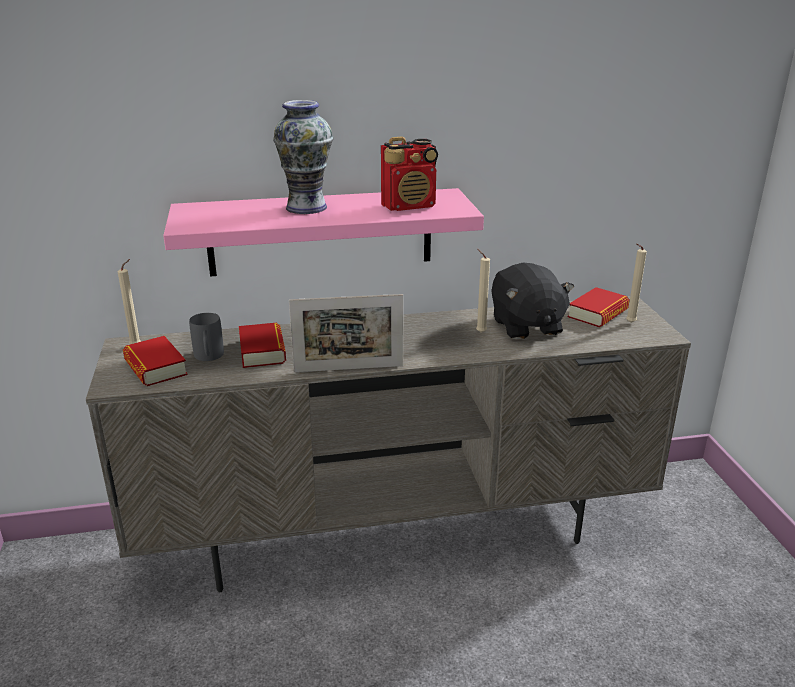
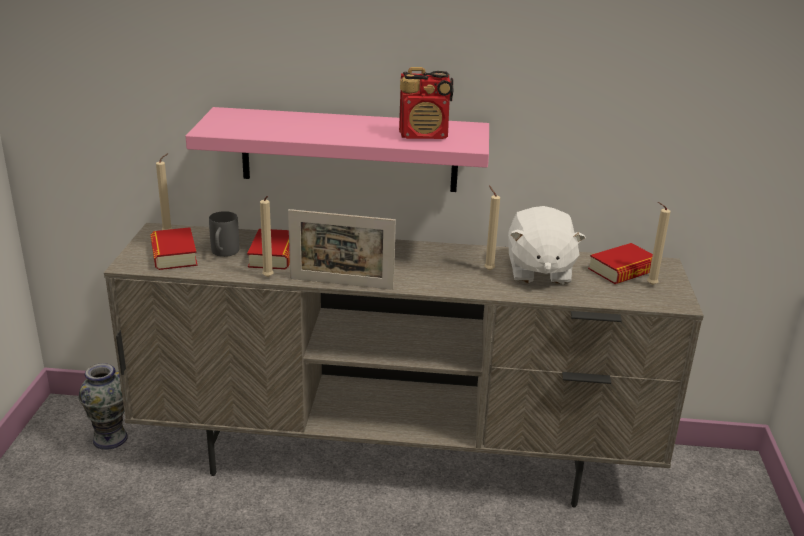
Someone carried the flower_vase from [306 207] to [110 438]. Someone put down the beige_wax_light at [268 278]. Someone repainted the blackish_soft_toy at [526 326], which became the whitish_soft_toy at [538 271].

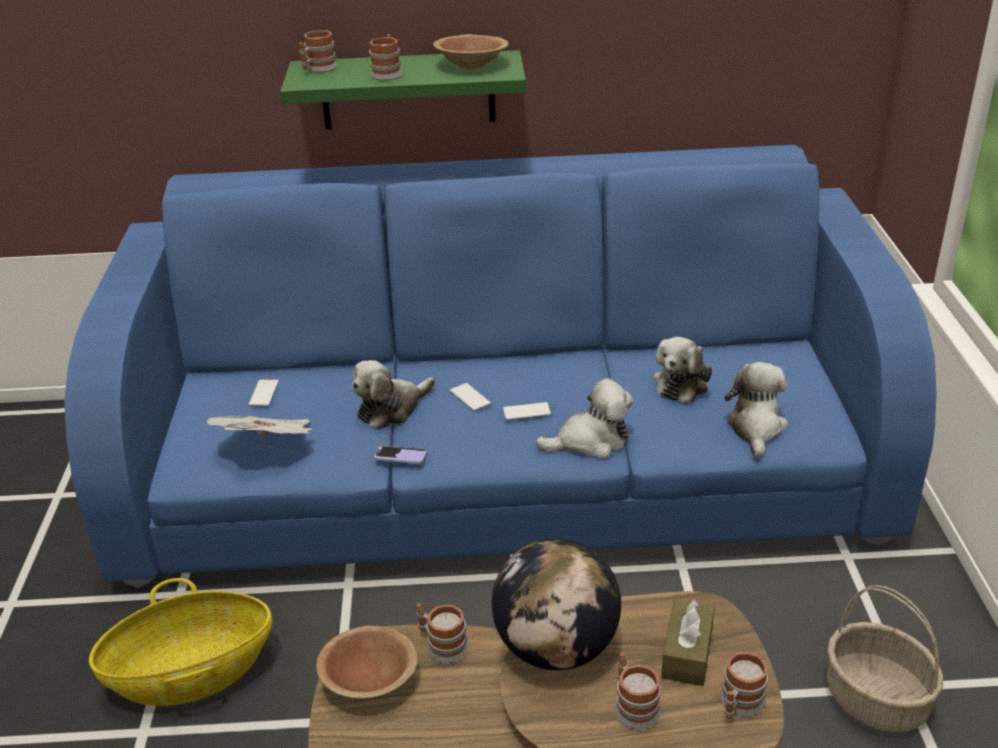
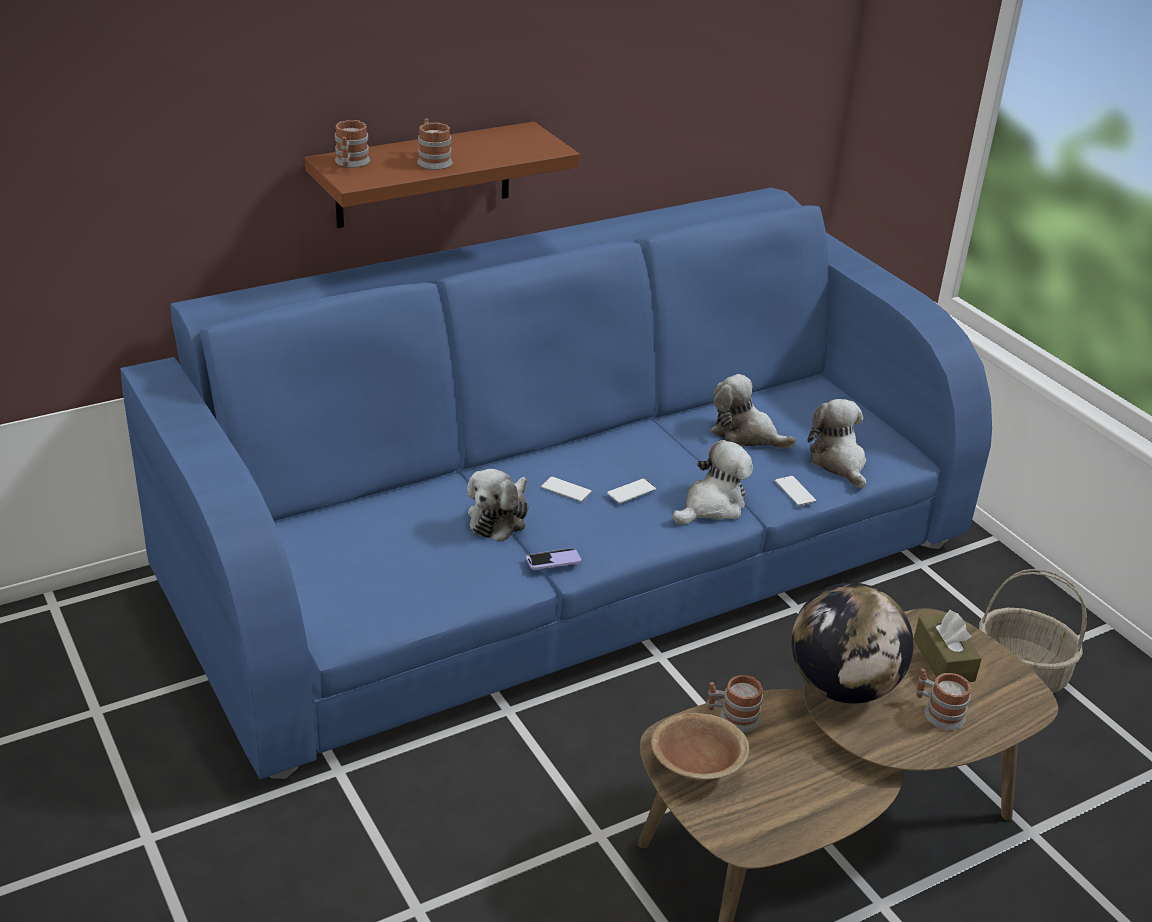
Someone repainted the green-coloured_bracket_shelf at [408 90], which became the brown_bracket_shelf at [424 175]. Someone rotated the soft_toy at [682 383] by 120 degrees clockwise. Someone carried the telephone from [264 393] to [795 491]. Someone took away the basket at [192 673]. Someone took away the printed_paper at [269 446]. Someone took away the brown_bowl at [471 65]. Someone took away the coffee_mug at [739 704].

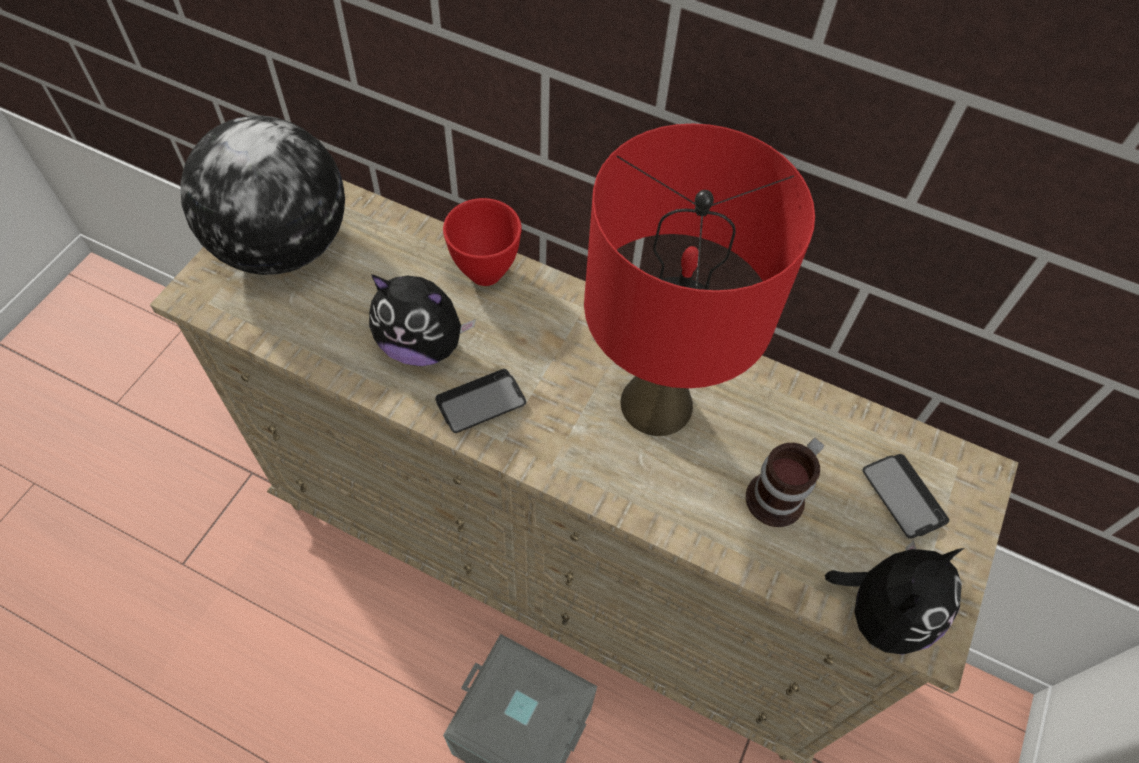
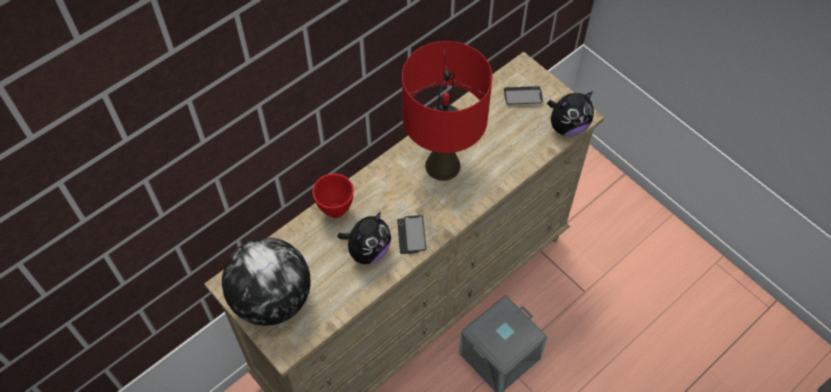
Someone rotated the soft_toy at [881 613] by 90 degrees clockwise. Someone took away the coffee_mug at [781 497].

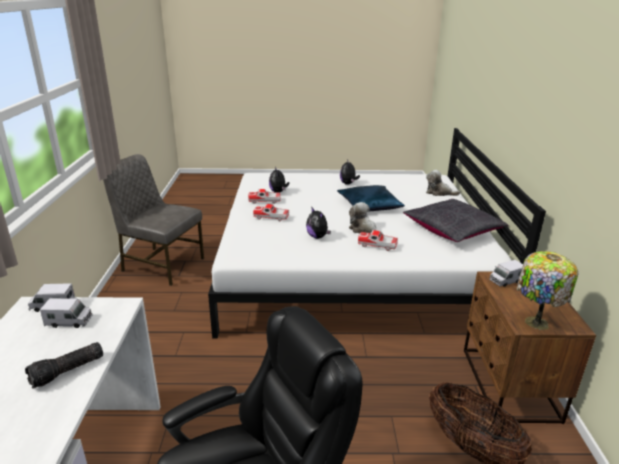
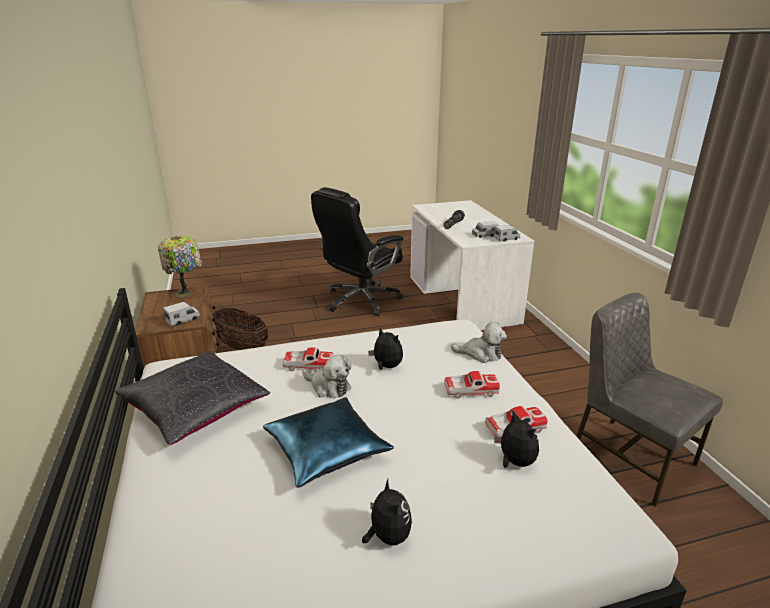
Someone carried the soft_toy from [439 193] to [481 354]. Someone rotated the grey_upright_chair at [161 265] by 135 degrees counterclockwise.

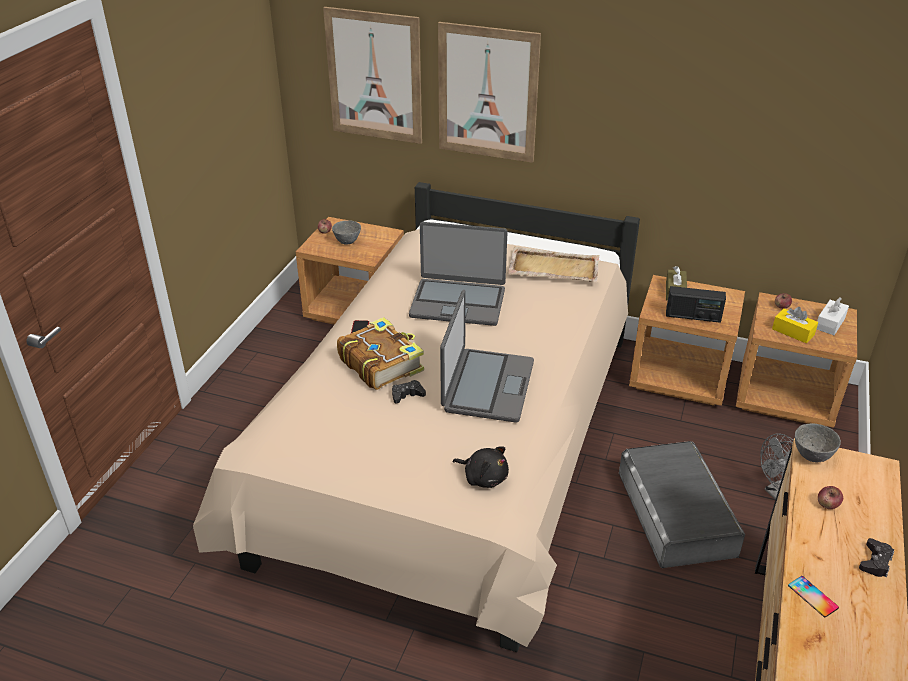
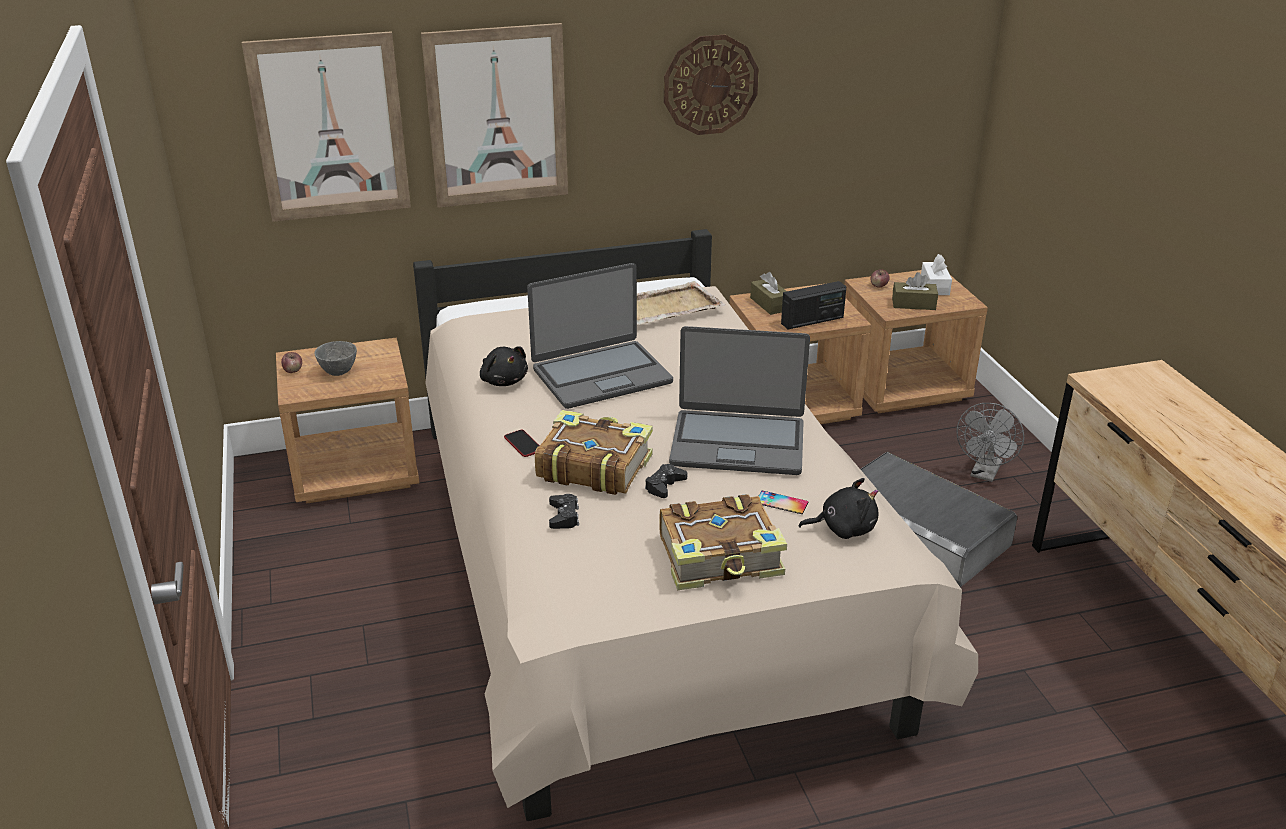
Someone put down the blackish_soft_toy at [503 380]. Someone carried the blackish_joypad from [875 562] to [564 516]. Someone put down the bound_book at [721 558]. Someone put up the hanging_clock at [710 85]. Someone rotated the notebook_computer at [487 386] by 120 degrees clockwise. Someone carried the telephone from [813 596] to [781 503]. Someone repainted the yellowish_tissue_box at [793 332], which became the brown_tissue_box at [913 304]. Someone took away the grey_bowl at [812 457]. Someone took away the apple at [827 505].

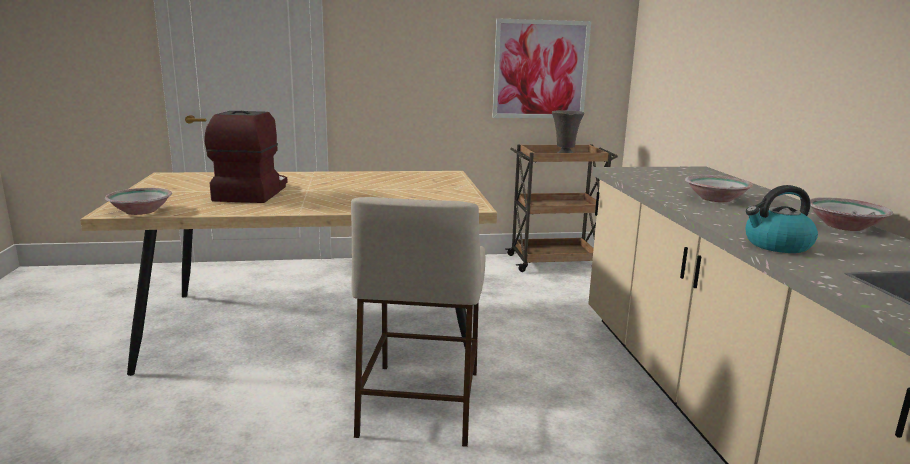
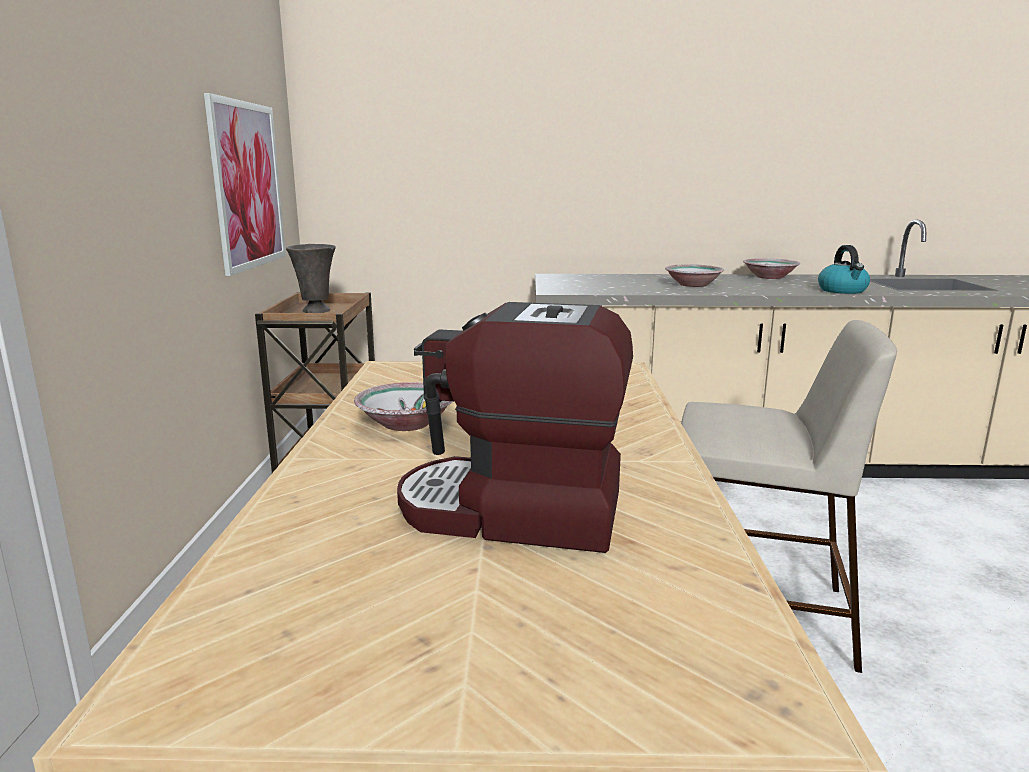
Someone carried the bowl from [140 211] to [405 424].

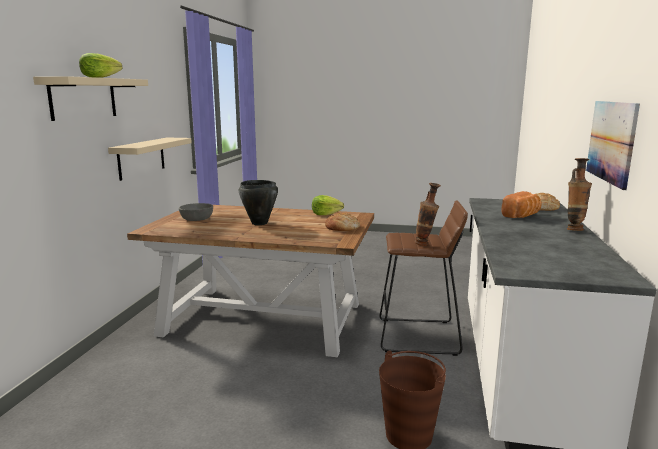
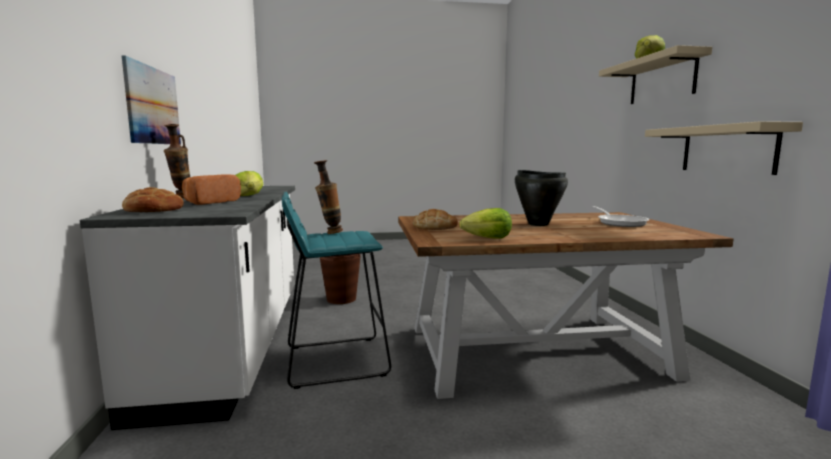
Someone put down the lettuce_head at [249 196]. Someone repainted the brown_sitting_stool at [419 336], which became the blue-green_sitting_stool at [335 360]. Someone swapped the grey_bowl at [196 219] for the pan at [620 223].

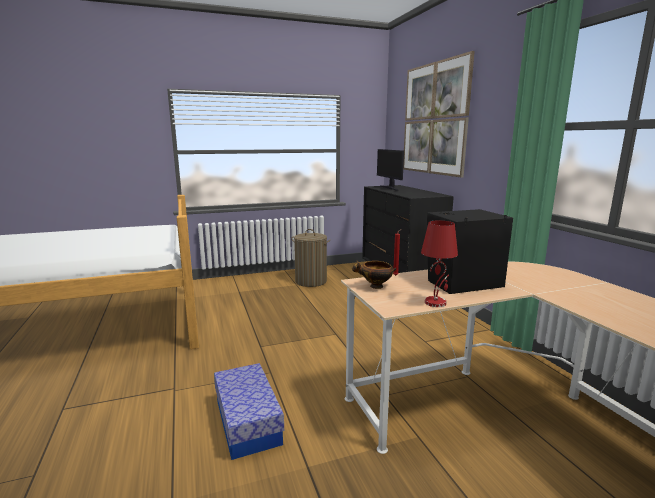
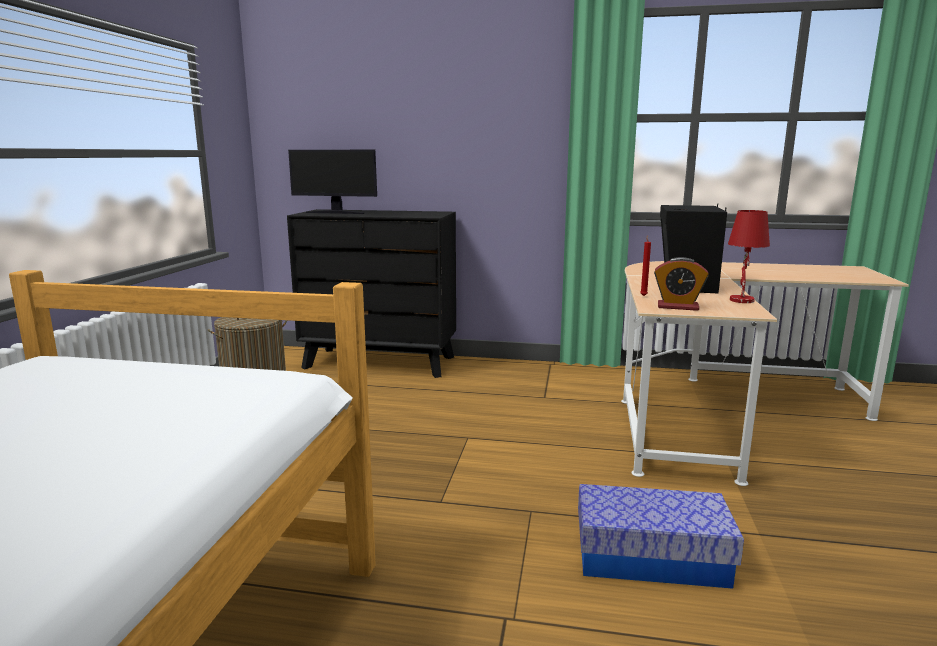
Someone swapped the bowl at [375 287] for the alarm_clock at [677 307]. Someone took away the picture at [434 119].

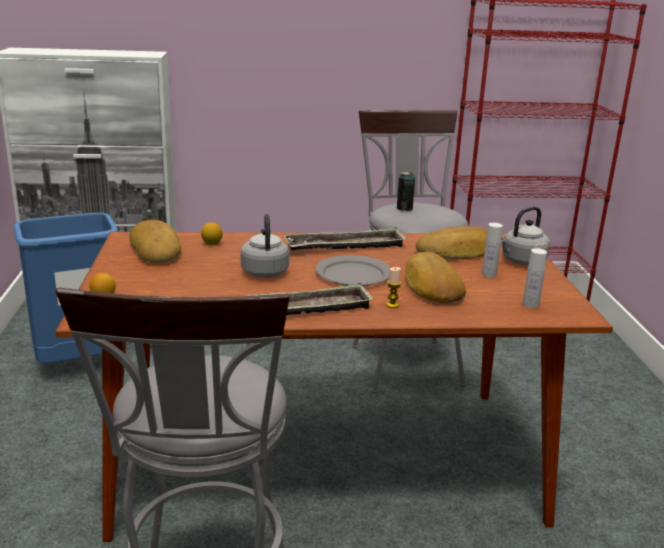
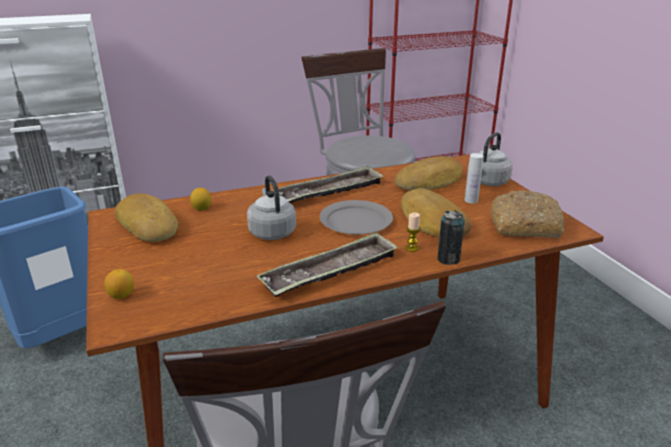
Someone carried the can from [404 208] to [448 259]. Someone swapped the whitish_drink_bottle at [530 304] for the bakery_bread at [525 225].

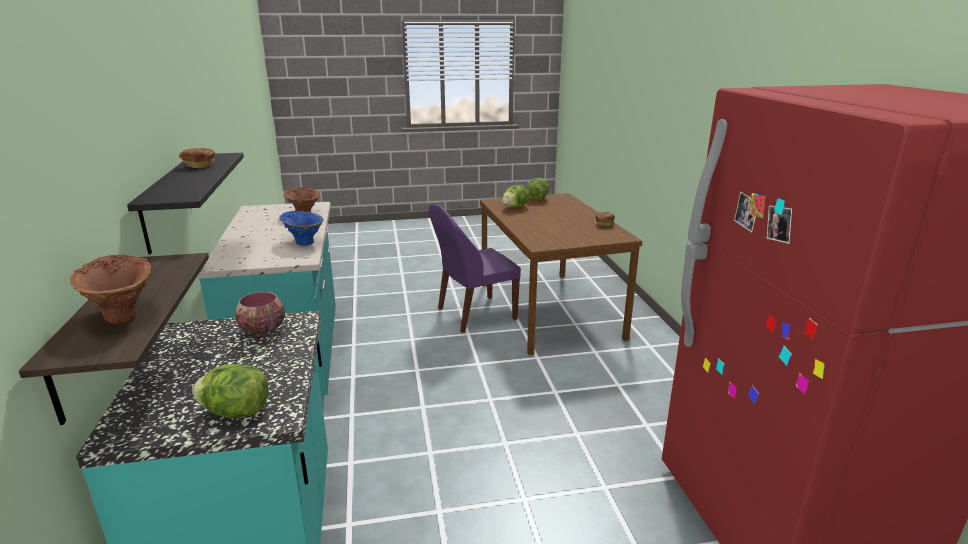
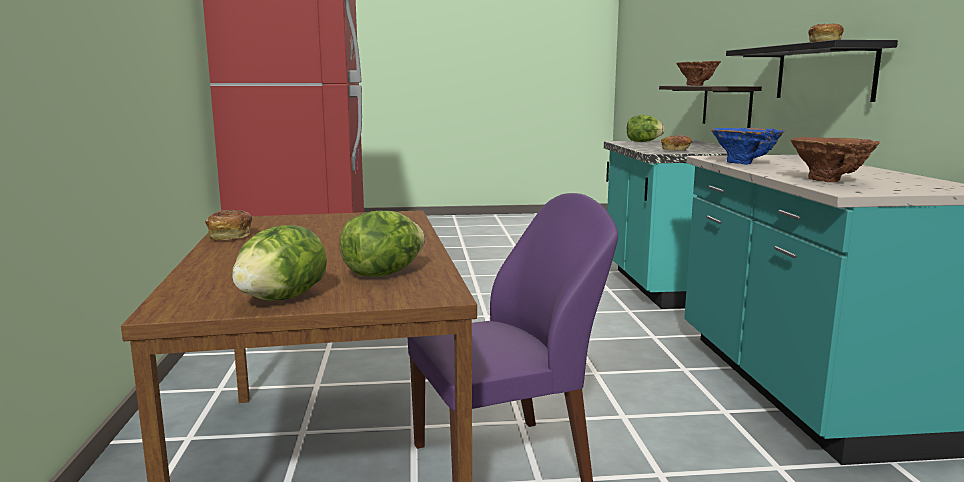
Someone swapped the bowl at [261 331] for the bakery_bread at [676 150].

